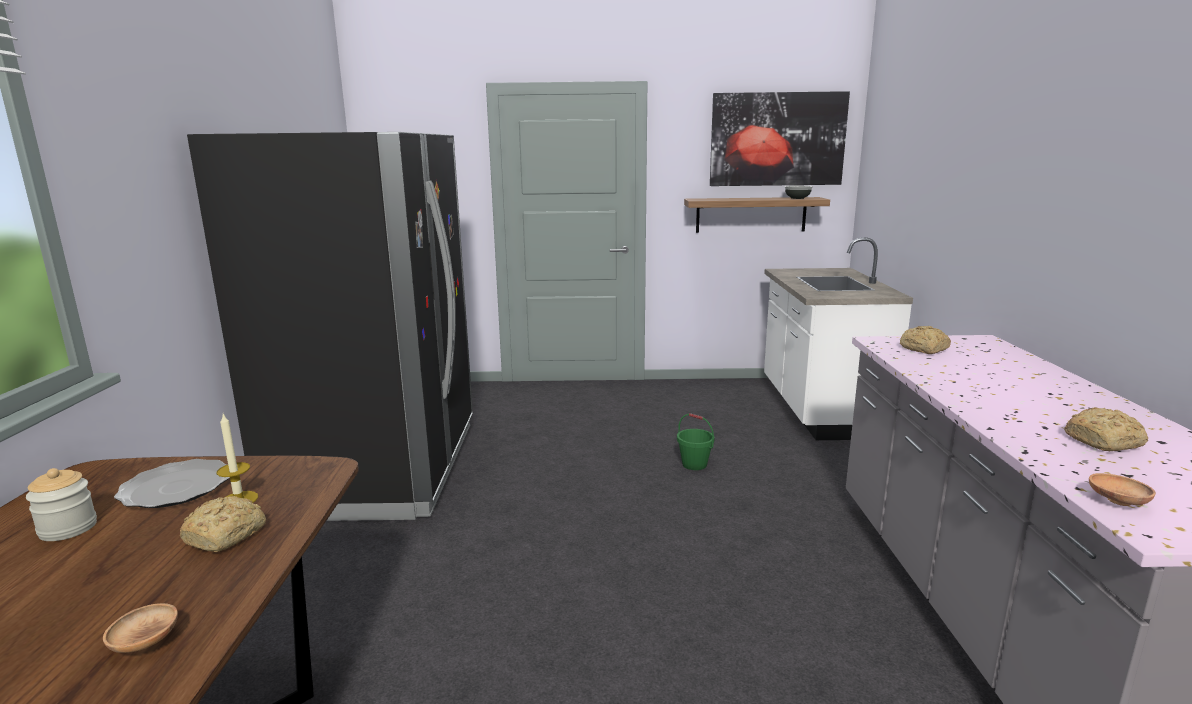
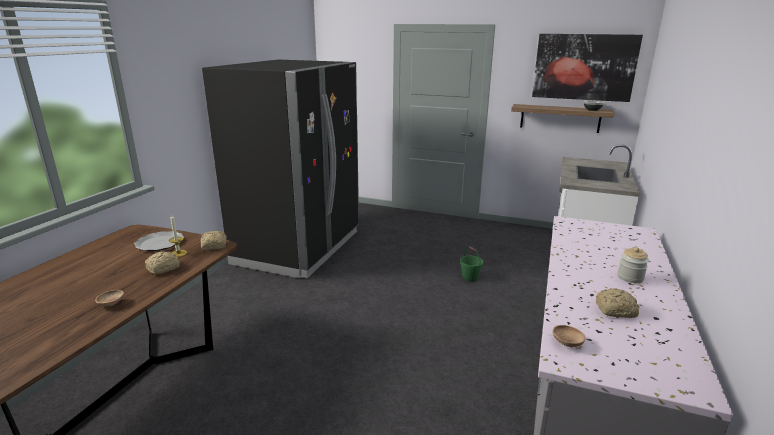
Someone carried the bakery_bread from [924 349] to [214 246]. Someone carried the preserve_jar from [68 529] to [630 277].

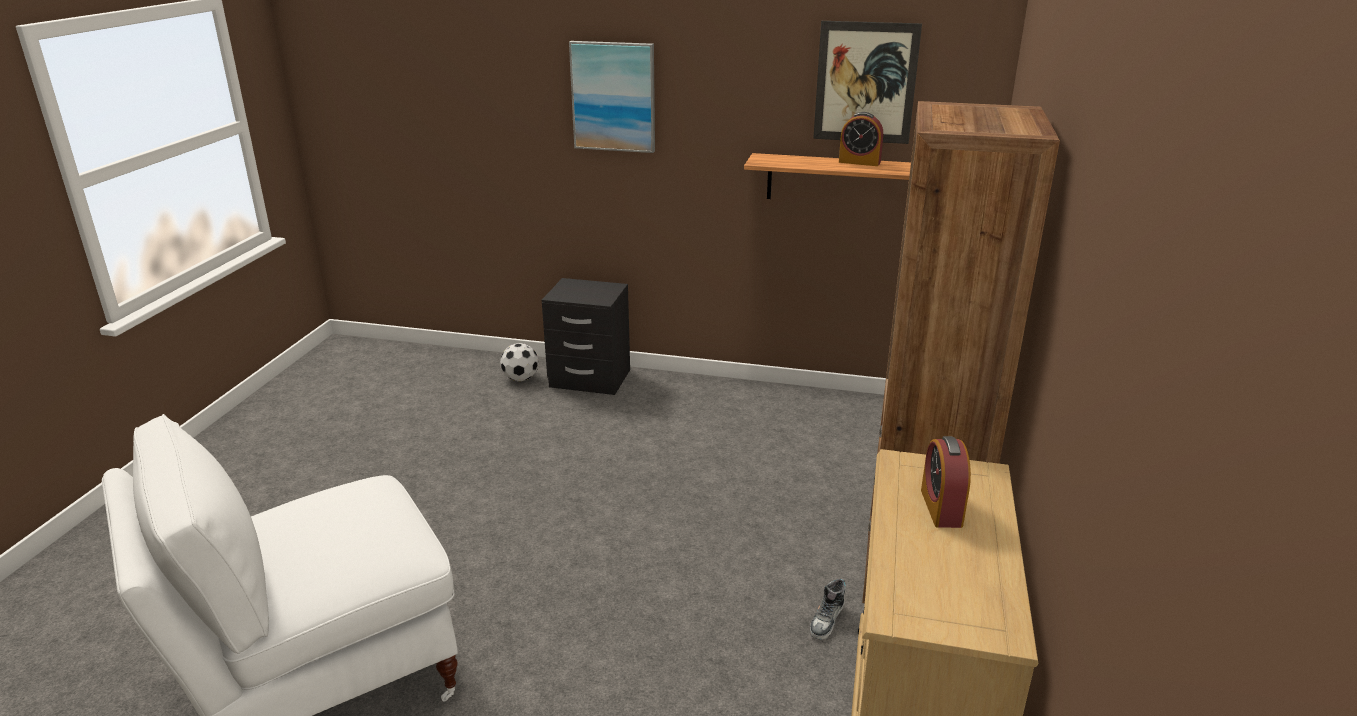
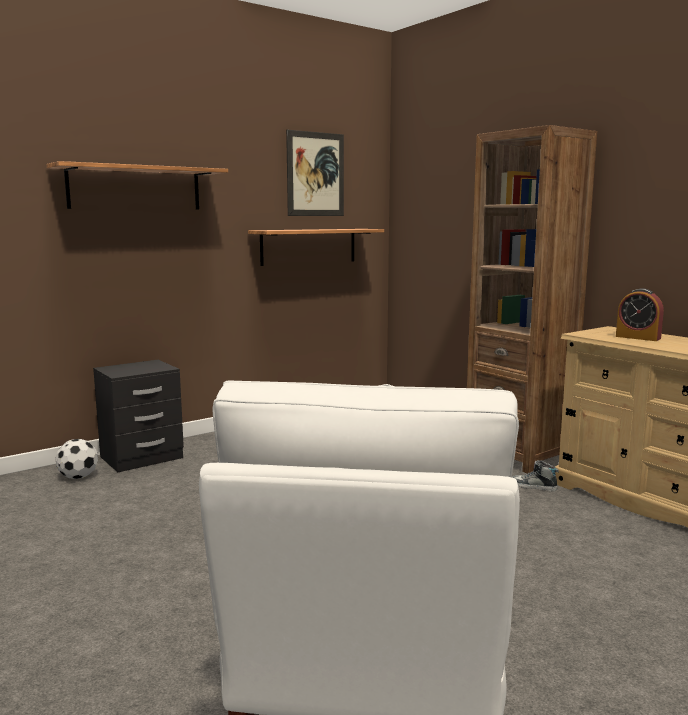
Someone swapped the picture at [613 96] for the bracket_shelf at [135 188]. Someone rotated the item_of_footwear at [827 620] by 135 degrees clockwise. Someone took away the alarm_clock at [859 162].

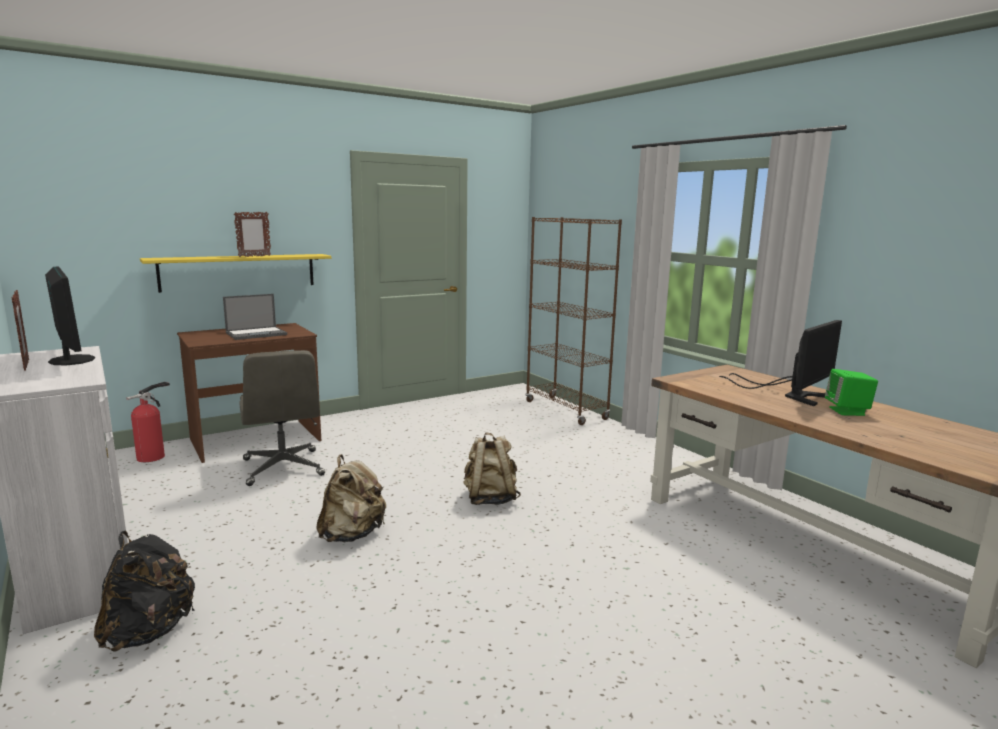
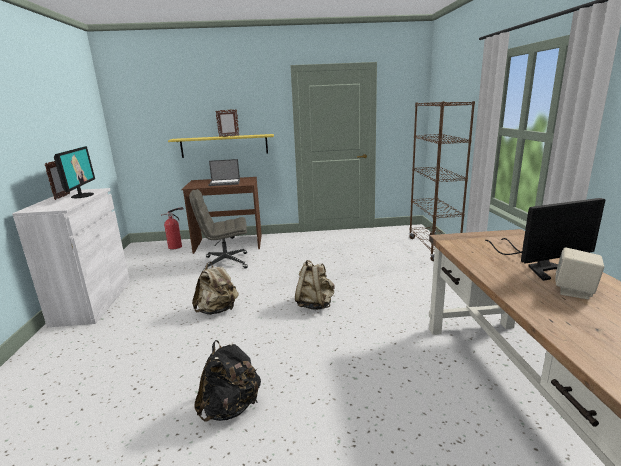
Someone rotated the grey_computer_chair at [283 468] by 75 degrees clockwise. Someone carried the blackish_backpack from [149 632] to [230 408]. Someone repainted the green-coloured_audio_speaker at [847 411], which became the beige_audio_speaker at [574 291].

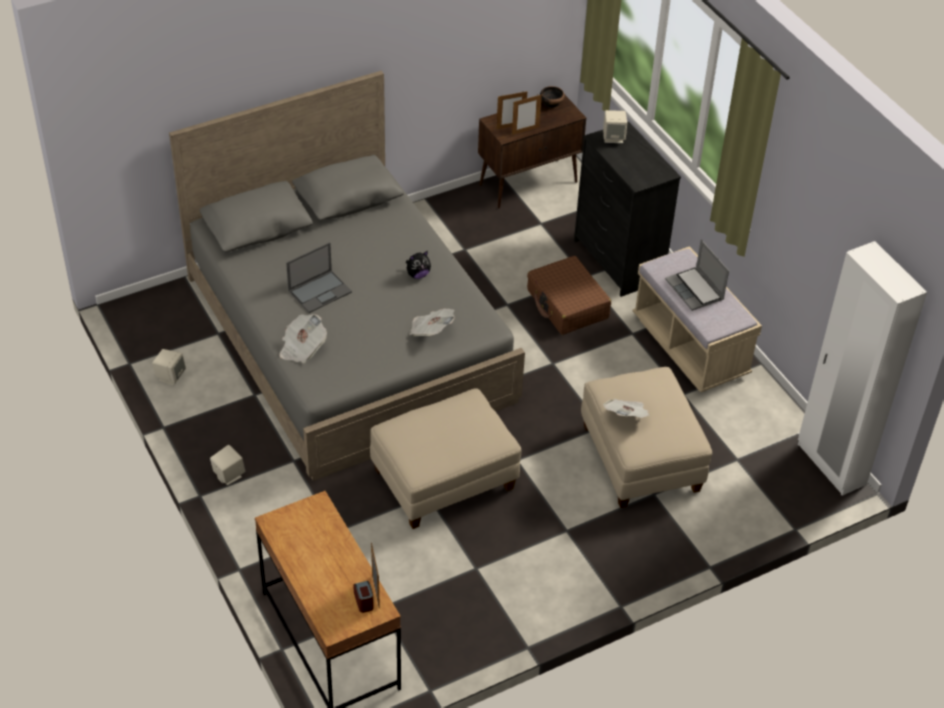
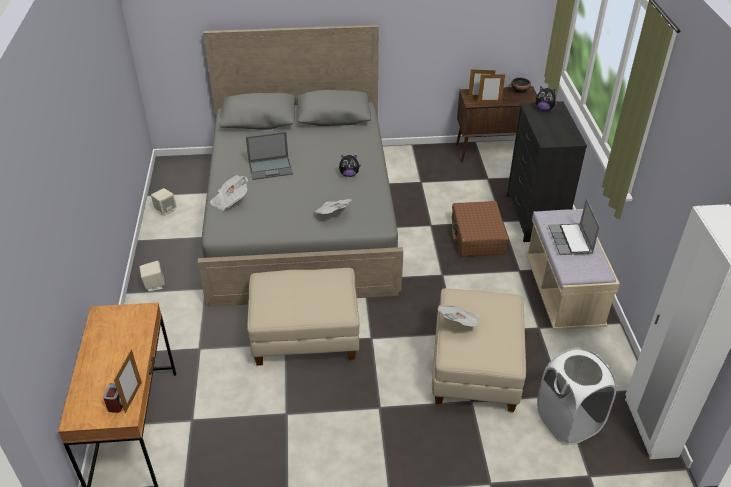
Someone swapped the beige_audio_speaker at [613 137] for the soft_toy at [544 109]. Someone put down the whitish_laundry_basket at [568 421].

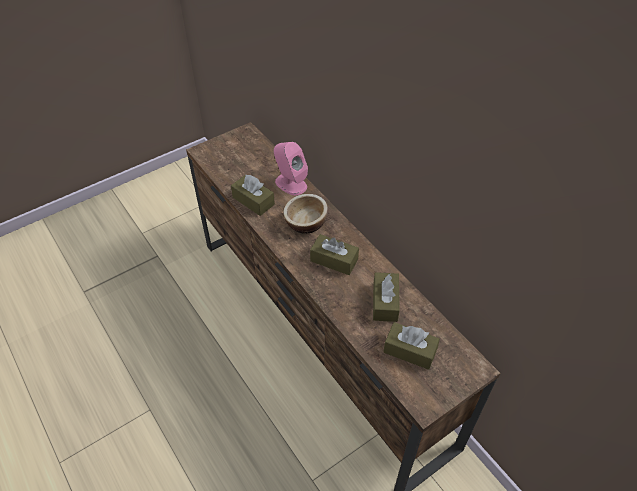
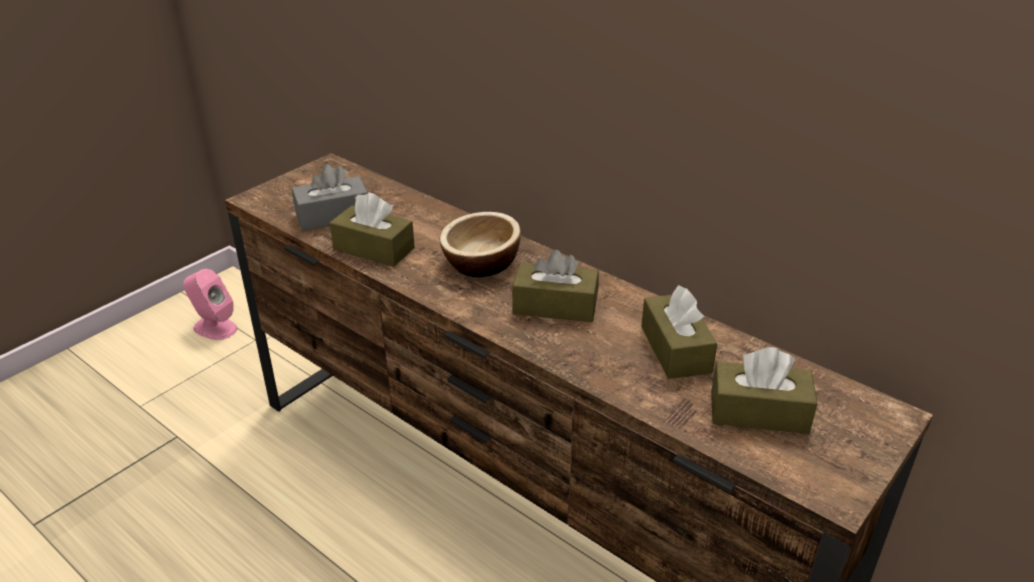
Someone carried the pink-coloured_audio_speaker from [290 183] to [214 328]. Someone put down the grey_tissue_box at [333 216].

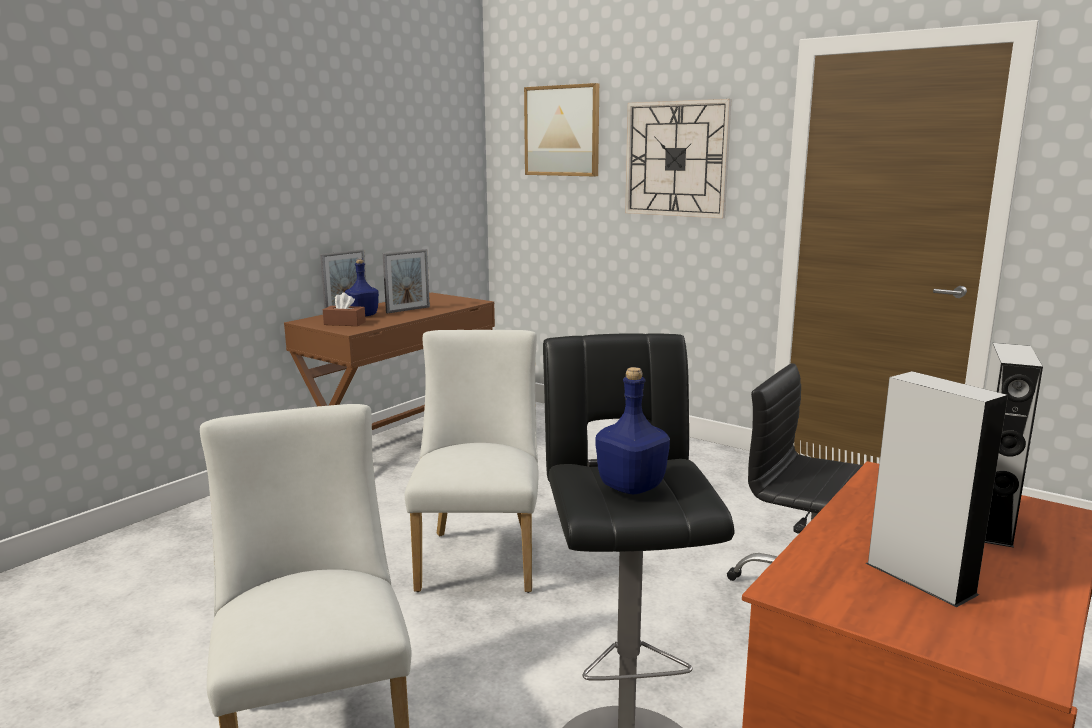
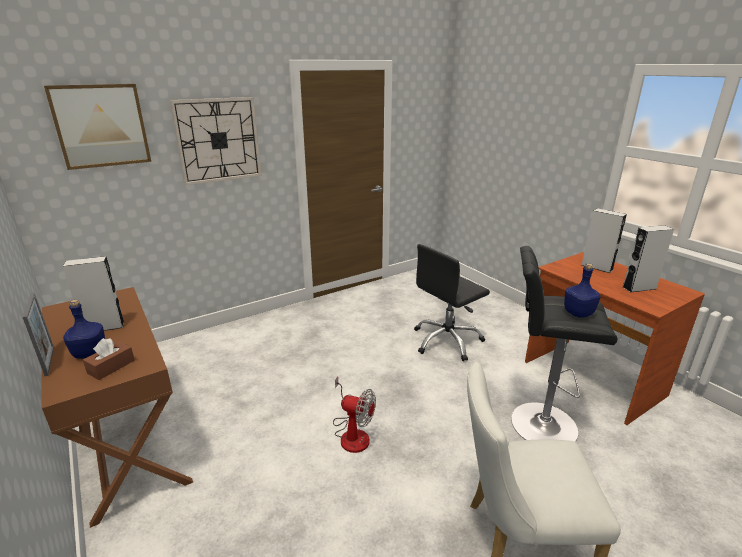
Someone swapped the standing_frame at [408 310] for the grey_audio_speaker at [104 327]. Someone swapped the whitish_upright_chair at [480 555] for the electric_fan at [352 433].

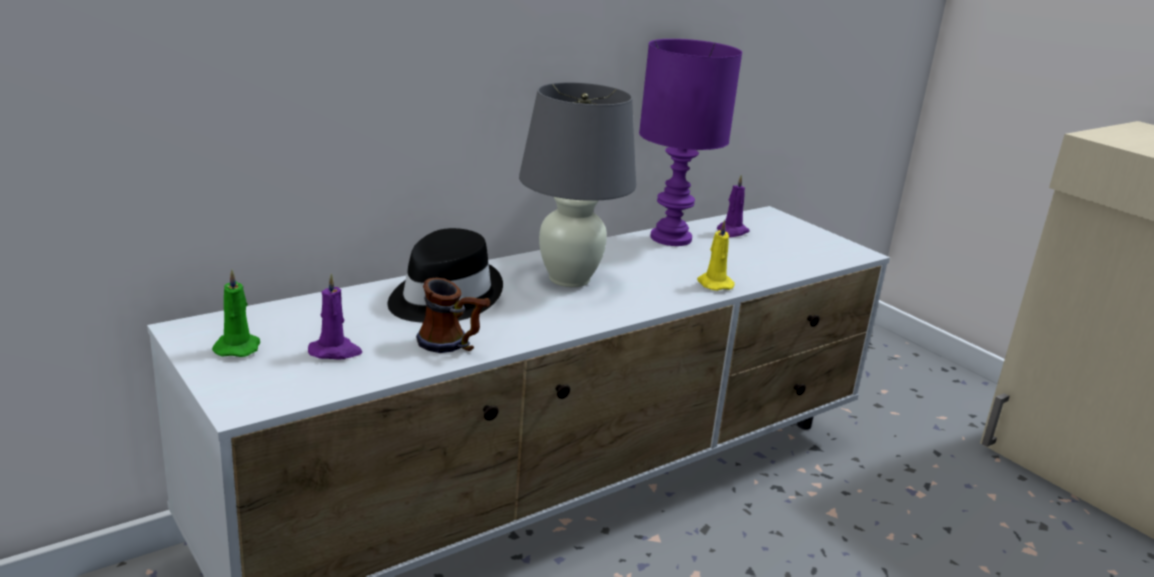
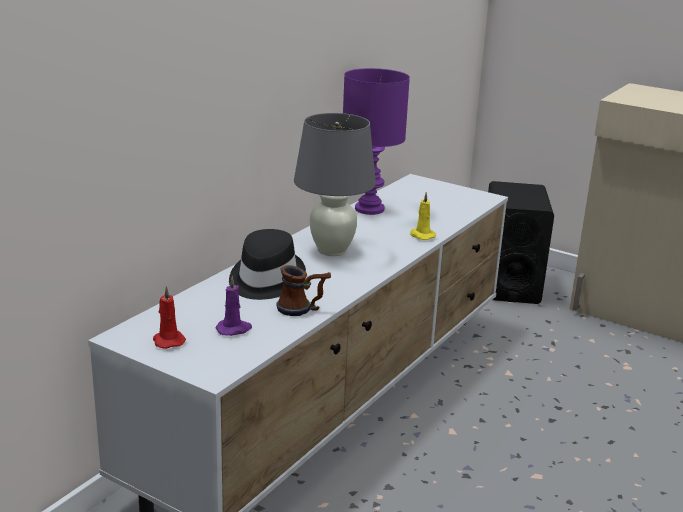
Someone repainted the green-coloured_wax_light at [238 347], which became the red_wax_light at [168 340]. Someone put down the blackish_audio_speaker at [509 284]. Someone took away the purple-coloured_wax_light at [731 232].

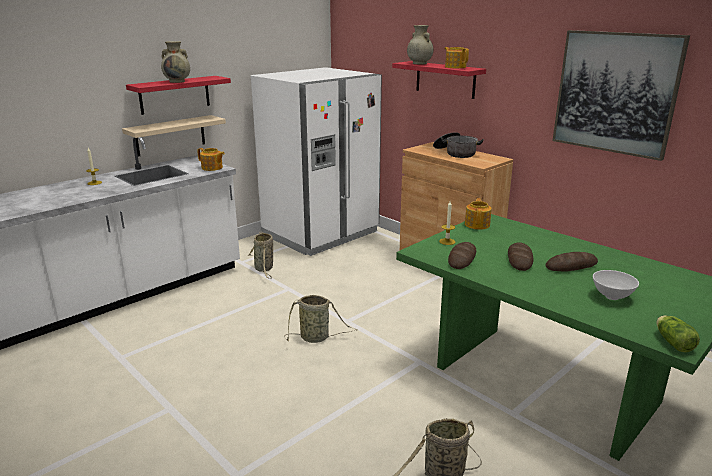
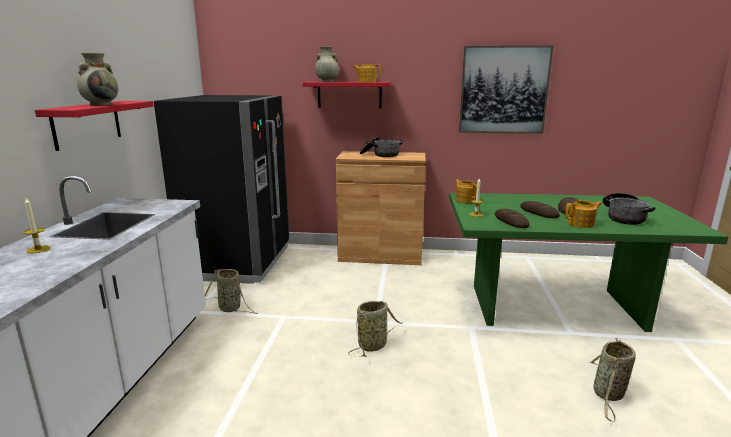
Someone repainted the whitish_refrigerator at [320 233], which became the blackish_refrigerator at [239 262]. Someone carried the teapot from [212 168] to [581 224]. Someone swapped the whitish_bowl at [611 296] for the saucepot at [623 217]. Someone took away the beige_bracket_shelf at [170 135]. Someone took away the lettuce_head at [672 342].

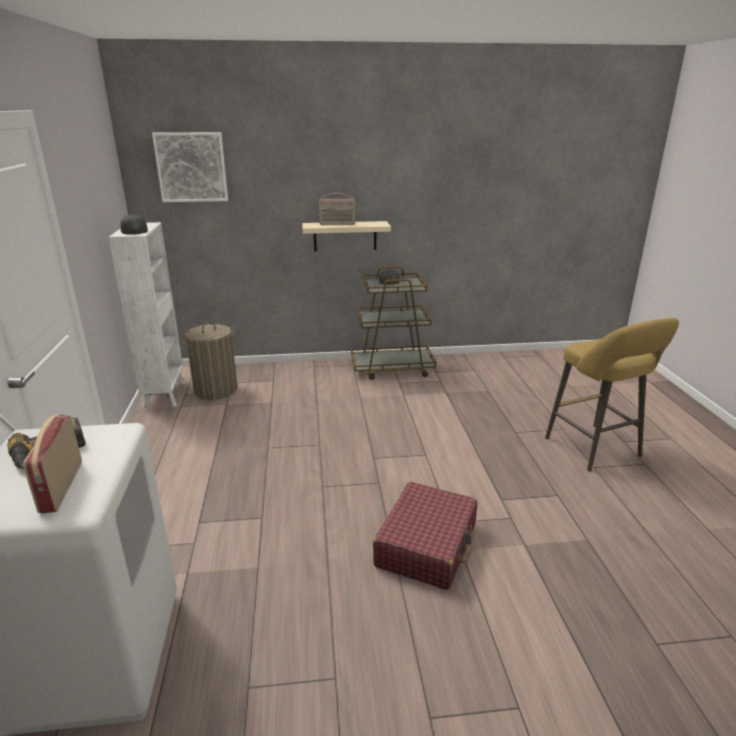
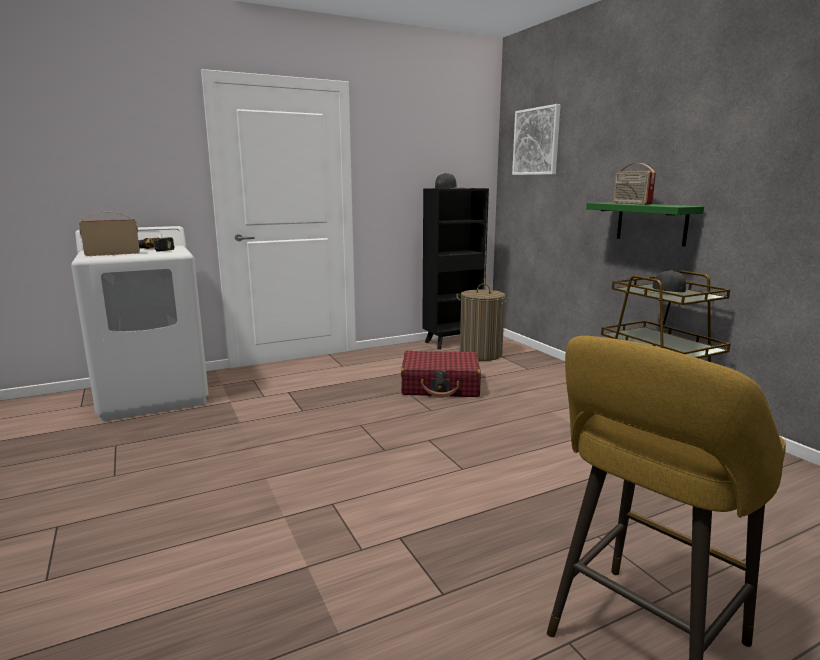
Someone carried the red_piece_of_luggage from [427 545] to [440 386]. Someone repainted the whitish_shelving_unit at [165 394], which became the blackish_shelving_unit at [453 342]. Someone repainted the beige_bracket_shelf at [345 236], which became the green-coloured_bracket_shelf at [651 223].

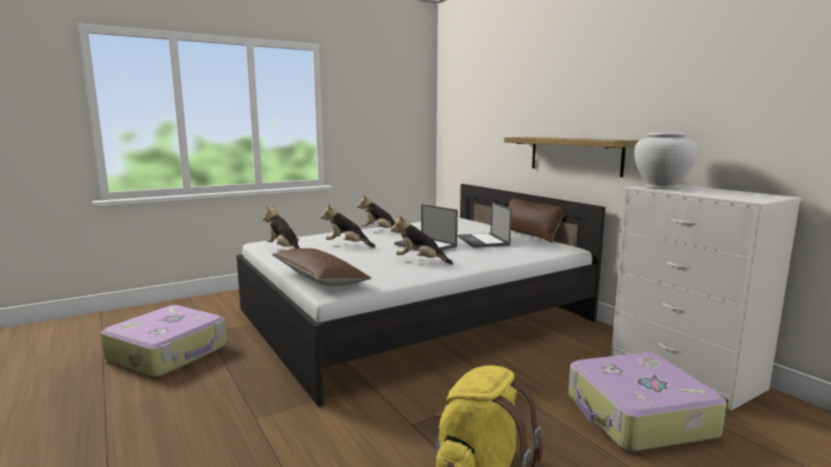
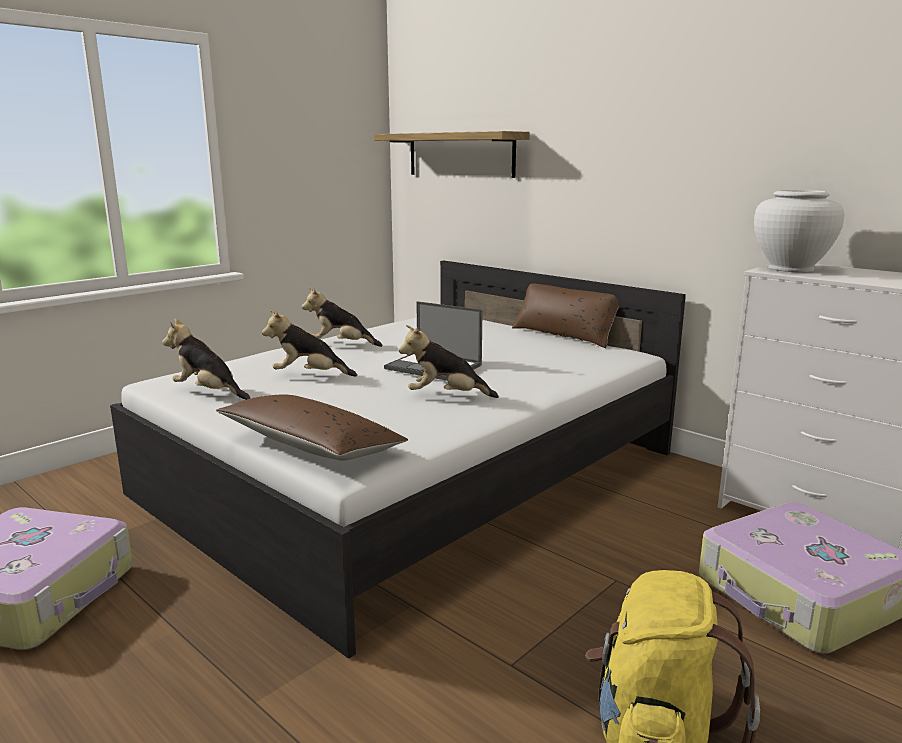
Someone carried the bracket_shelf from [574 155] to [460 154]. Someone took away the notebook_computer at [483 241].

